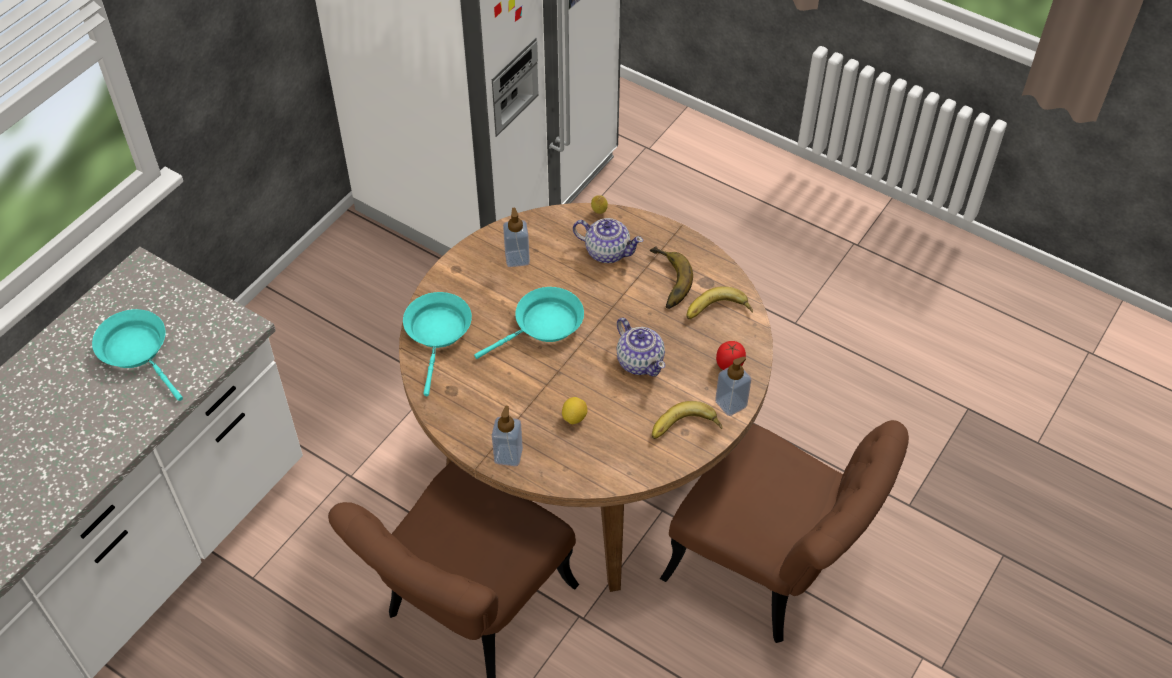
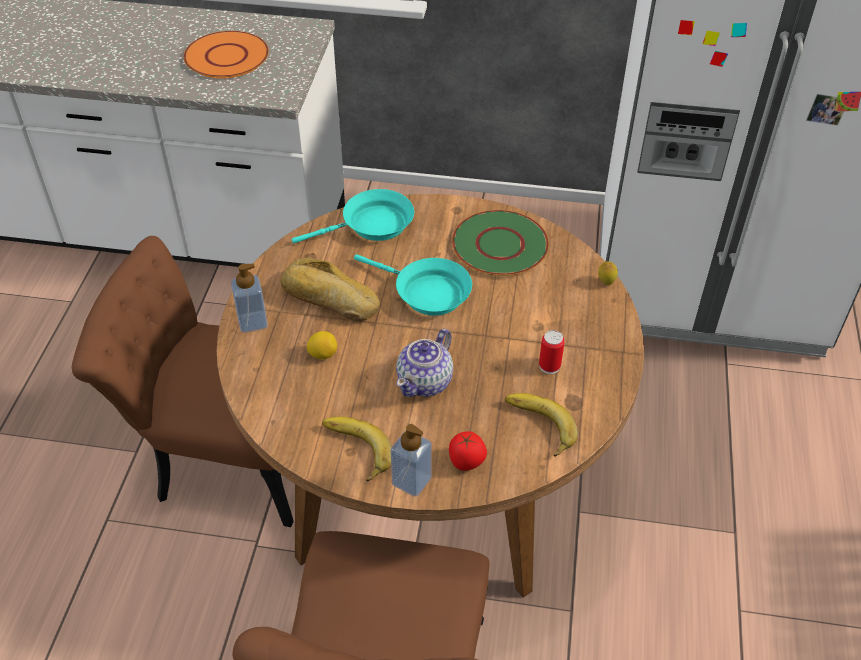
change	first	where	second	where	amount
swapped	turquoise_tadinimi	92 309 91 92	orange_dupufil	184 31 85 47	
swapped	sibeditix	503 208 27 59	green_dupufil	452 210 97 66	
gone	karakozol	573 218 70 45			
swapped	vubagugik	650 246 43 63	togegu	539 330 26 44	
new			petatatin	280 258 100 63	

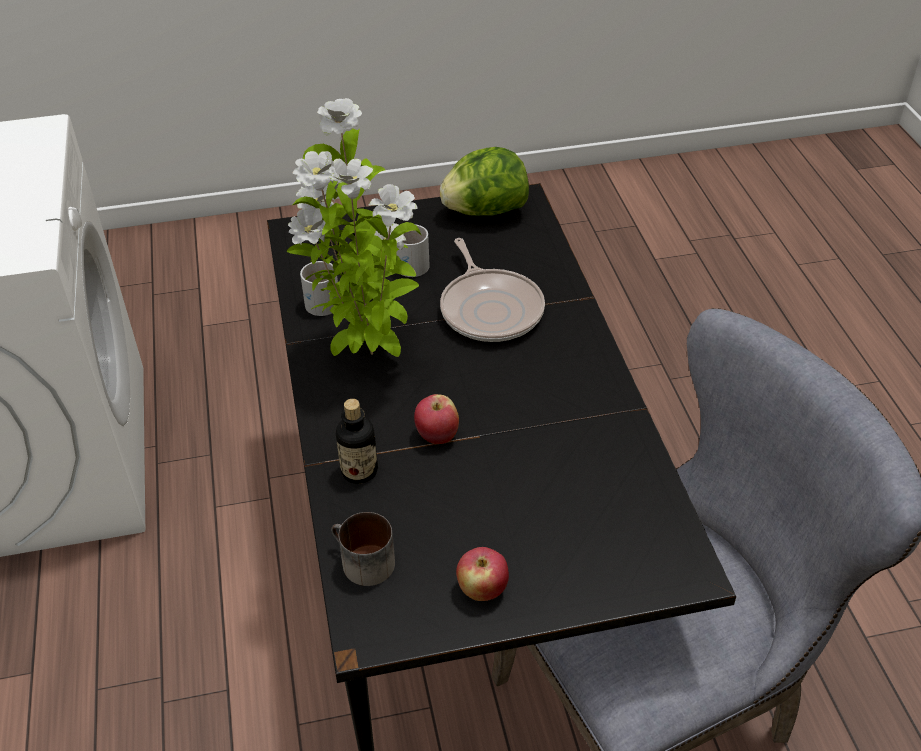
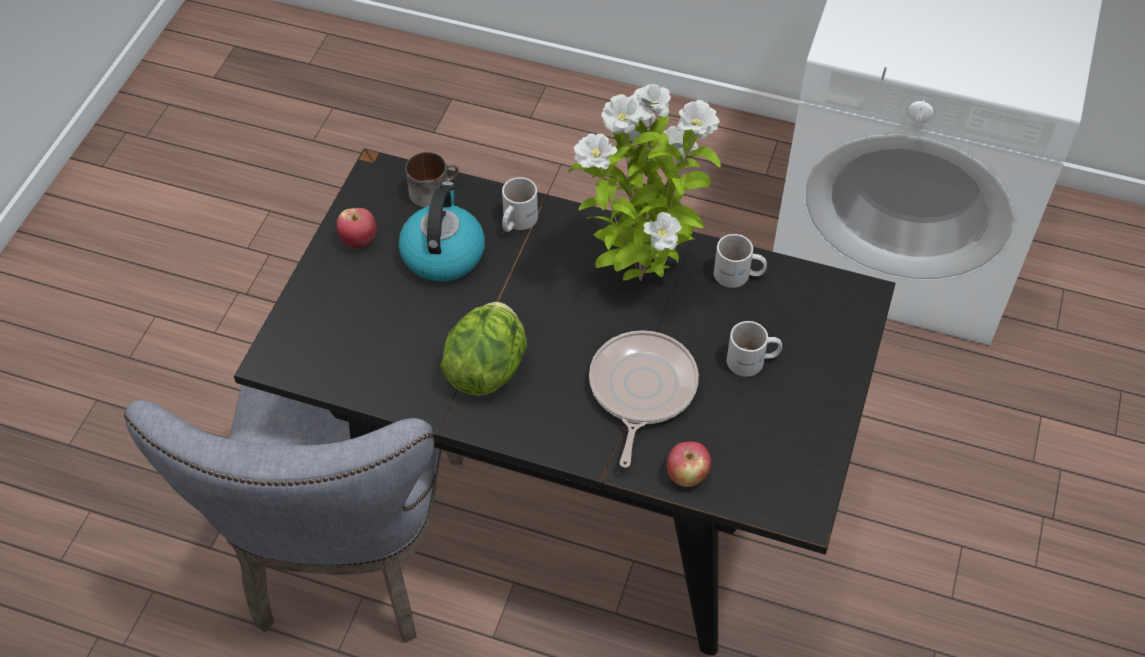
change	first	where	second	where	amount
swapped	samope	336 399 42 85	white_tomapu	502 177 36 55	
shifted	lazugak	414 394 45 50		667 442 44 45	
shifted	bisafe	440 147 89 69		440 302 87 94	
rotated	tadinimi	440 238 105 104		589 330 110 138	90 degrees clockwise
new			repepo	399 181 86 101	

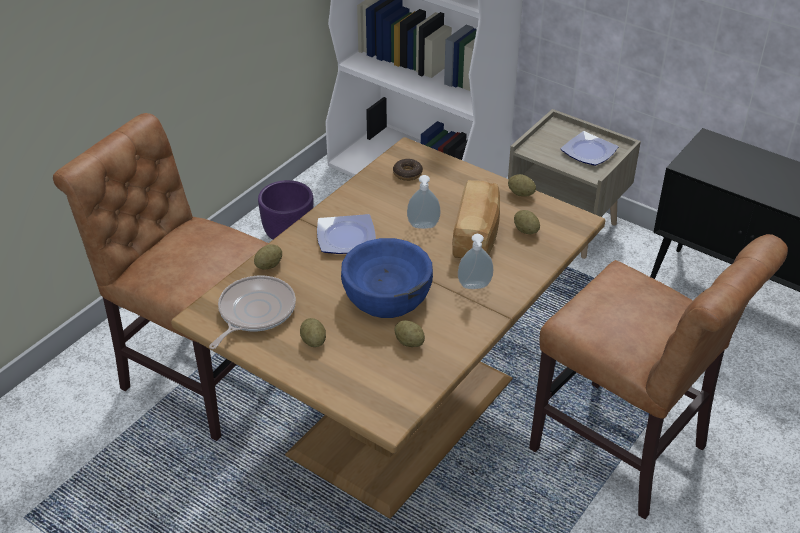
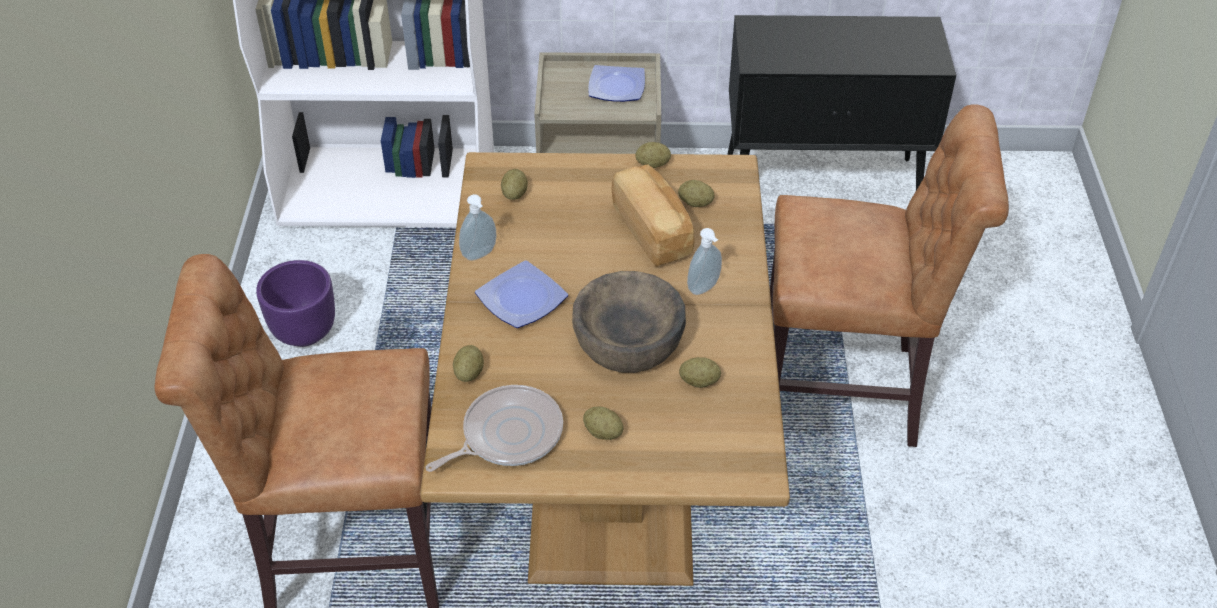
change	first	where	second	where	amount
rotated	tadinimi	209 276 87 73		425 385 138 87	60 degrees clockwise
repainted	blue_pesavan	341 238 92 80	brown_pesavan	572 271 114 102	
swapped	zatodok	393 159 30 22	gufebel	501 169 27 31	
shifted	sibeditix	407 175 34 54		459 194 37 67	

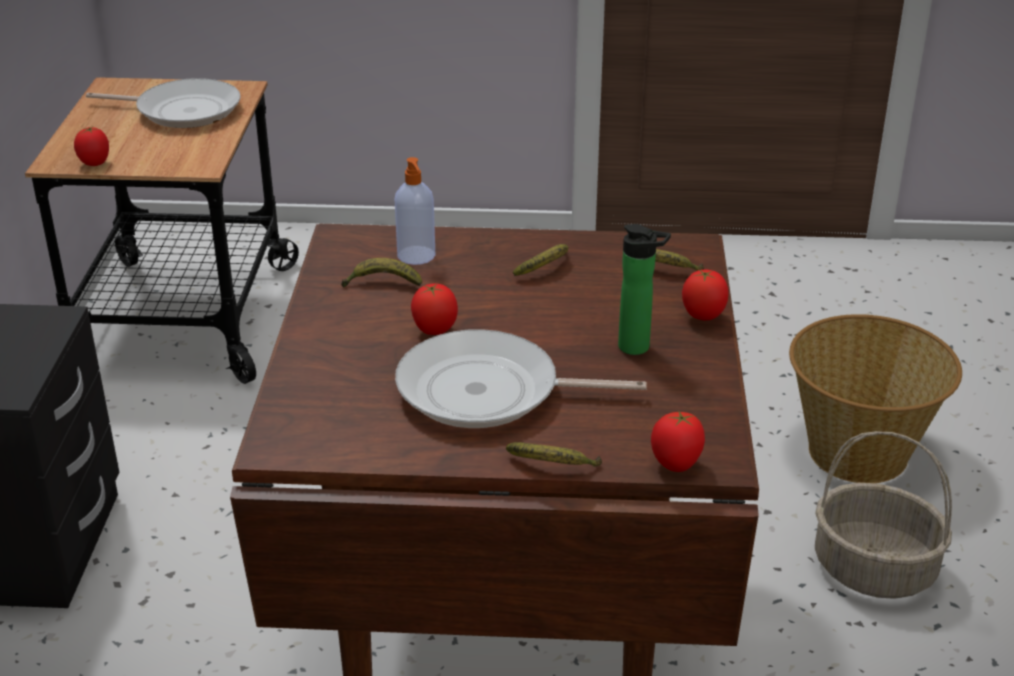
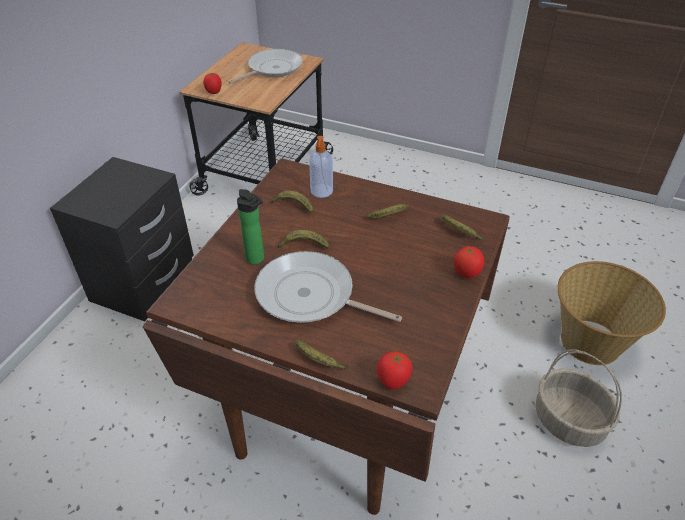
change	first	where	second	where	amount
rotated	tadinimi	86 78 155 50		229 49 74 35	75 degrees counterclockwise
swapped	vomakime	411 283 47 52	vubagugik	278 230 51 19	
shifted	samope	618 224 53 131		237 189 27 75	

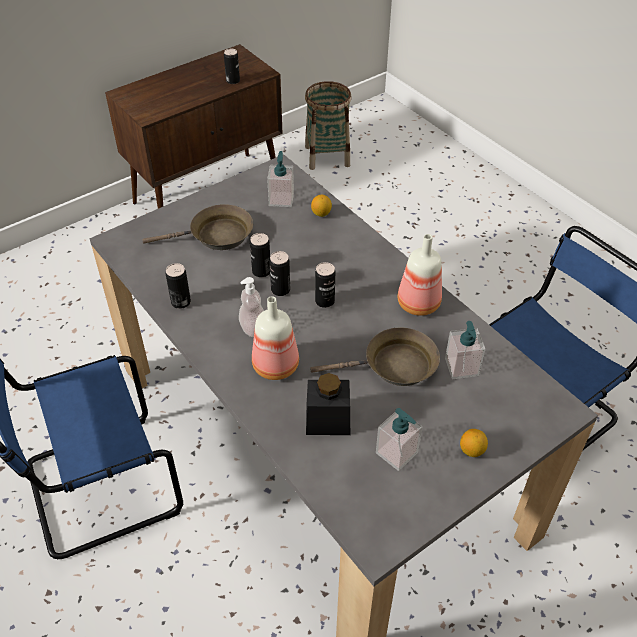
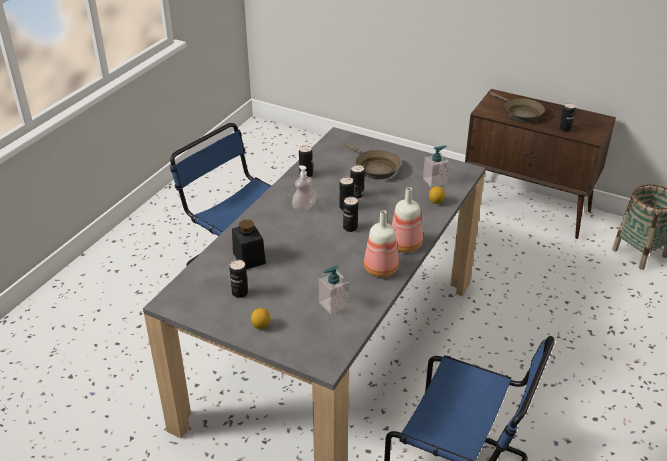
change	first	where	second	where	amount
shifted	samope	252 296 47 84		392 187 31 65	
shifted	brown_tadinimi	310 328 130 58		490 92 55 30	
swapped	sibeditix	376 408 46 63	togegu	229 260 19 38	

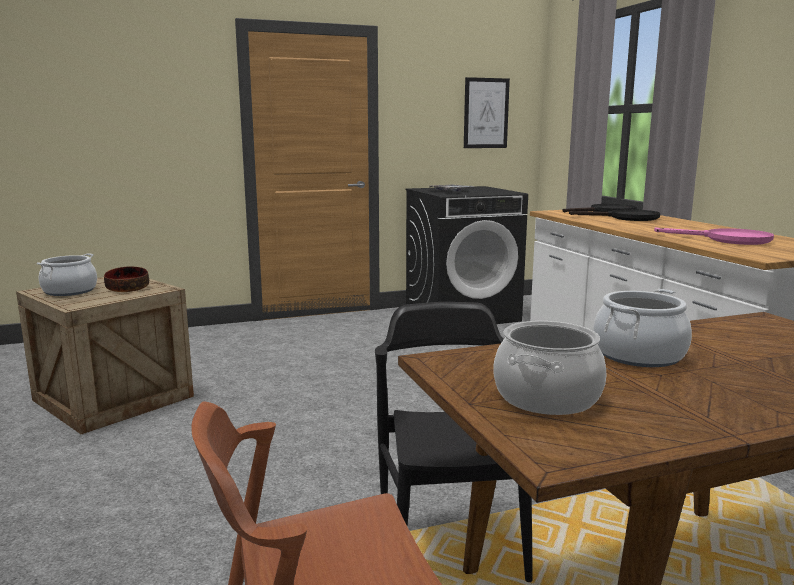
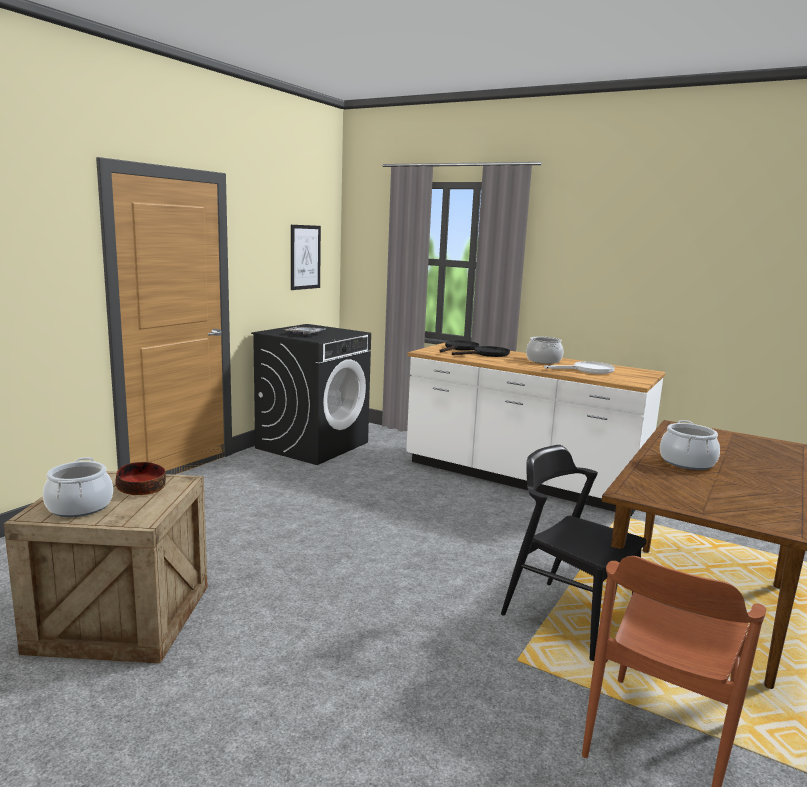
change	first	where	second	where	amount
shifted	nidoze	493 321 113 94		526 337 37 27	
repainted	pink_tadinimi	654 228 120 17	white_tadinimi	544 361 71 13	

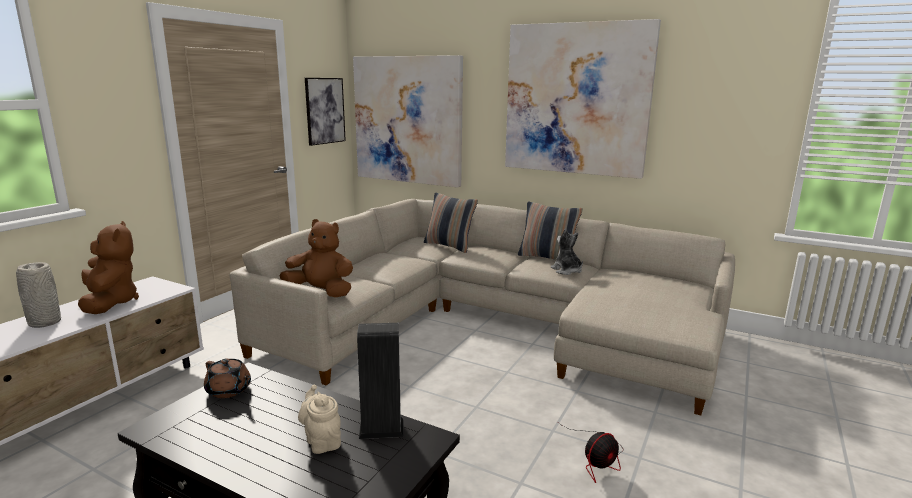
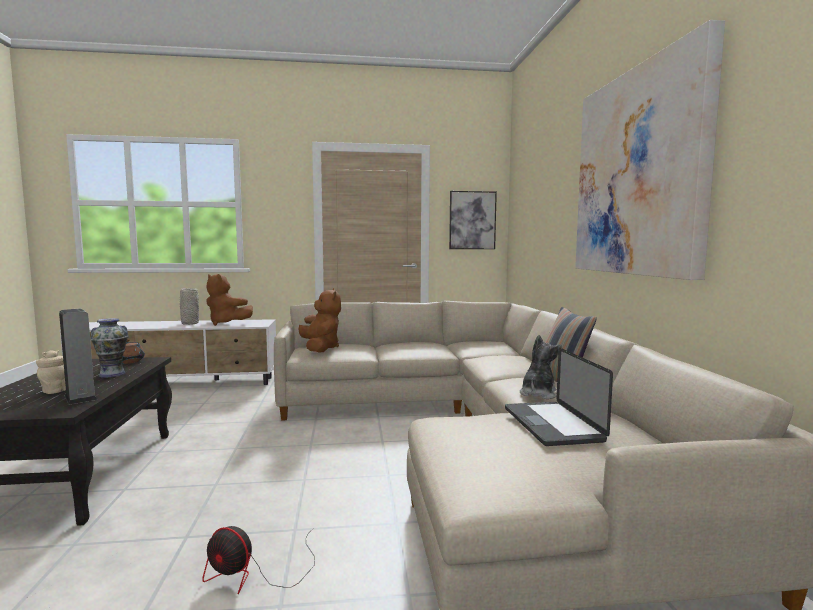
change	first	where	second	where	amount
rotated	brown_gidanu	78 221 61 93		206 274 47 52	90 degrees clockwise
gone	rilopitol	353 55 110 133			
gone	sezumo	424 193 54 60			
new			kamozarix	91 318 38 60	
new			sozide	505 348 108 98	

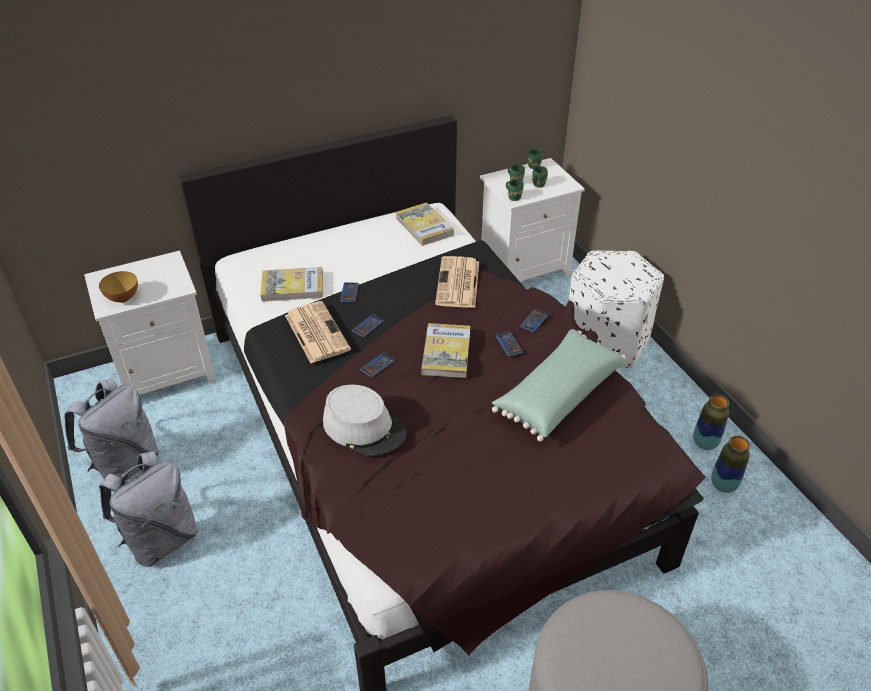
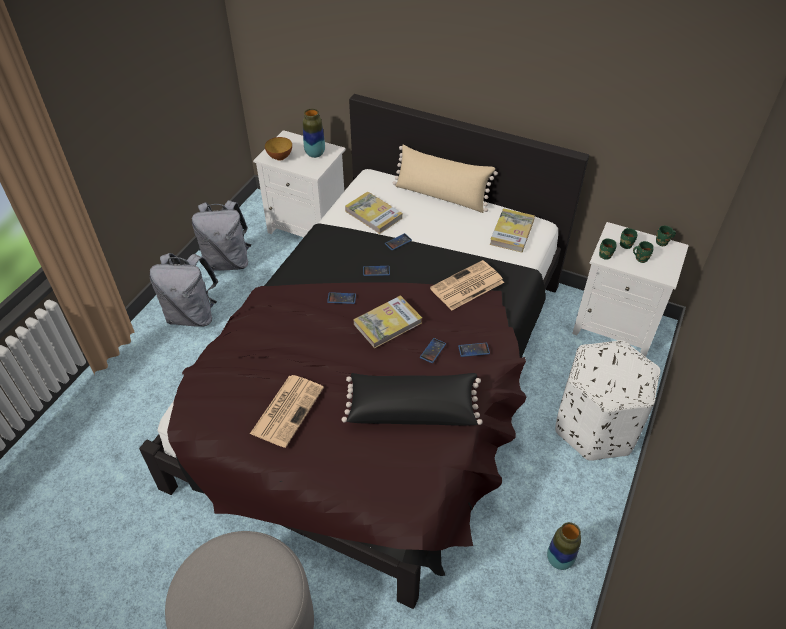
change	first	where	second	where	amount
shifted	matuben	285 301 66 62		250 375 74 73	
gone	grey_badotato	323 385 84 71			
repainted	green_sezumo	492 329 134 113	black_sezumo	342 373 141 53	
shifted	kamozarix	711 436 39 57		303 109 22 49	
new			beige_sezumo	393 144 105 69	

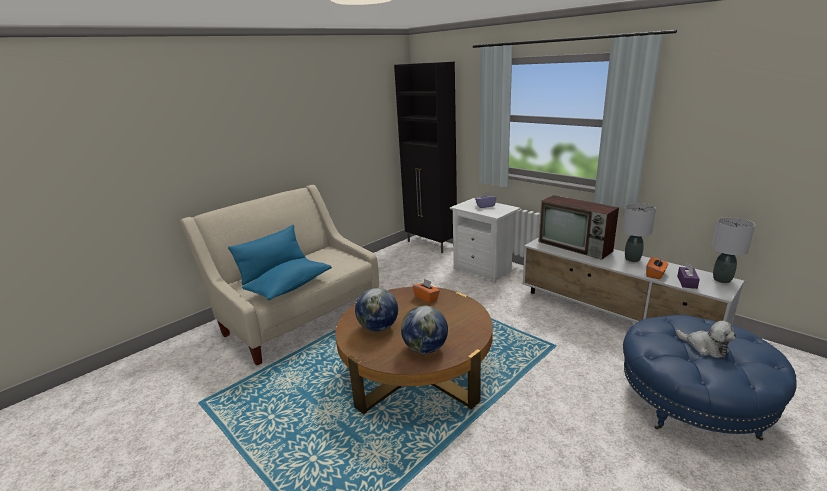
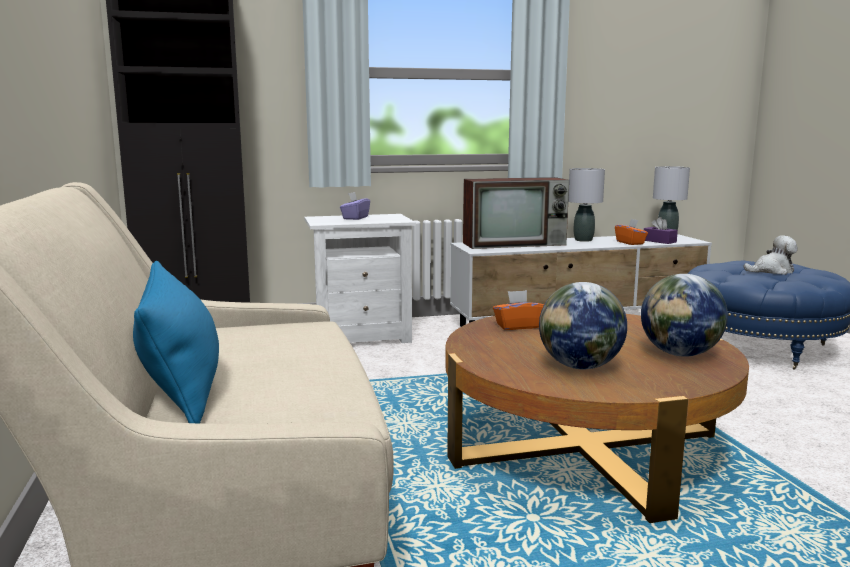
change	first	where	second	where	amount
gone	blue_sezumo	242 258 90 42			

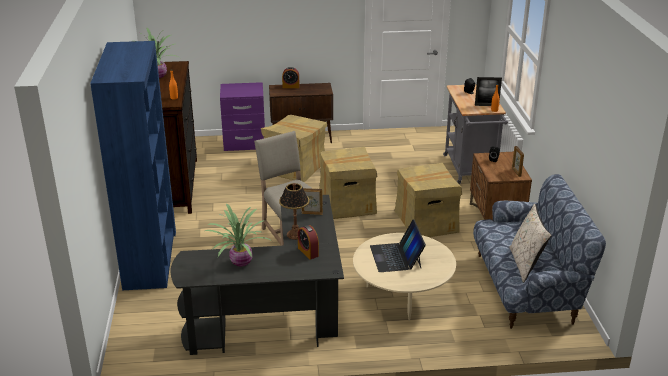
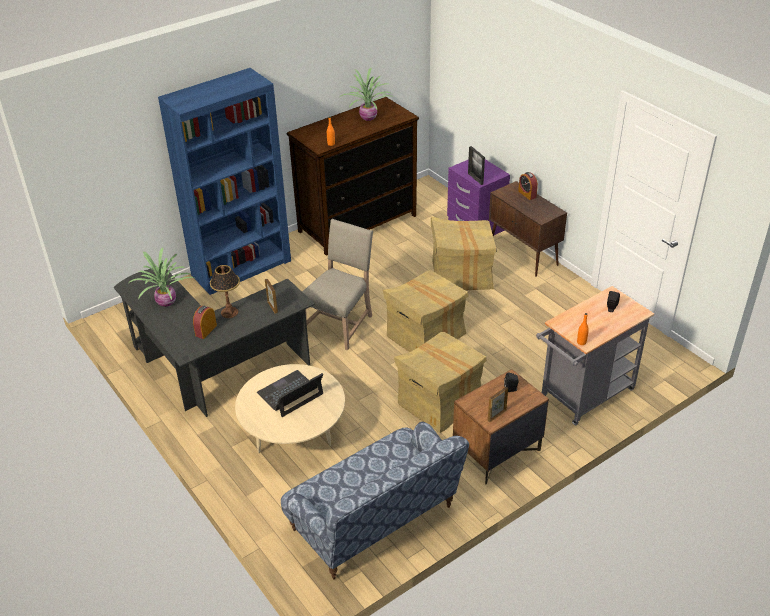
change	first	where	second	where	amount
shifted	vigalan	475 77 27 29		468 146 17 39	
gone	beige_sezumo	509 204 43 79			

